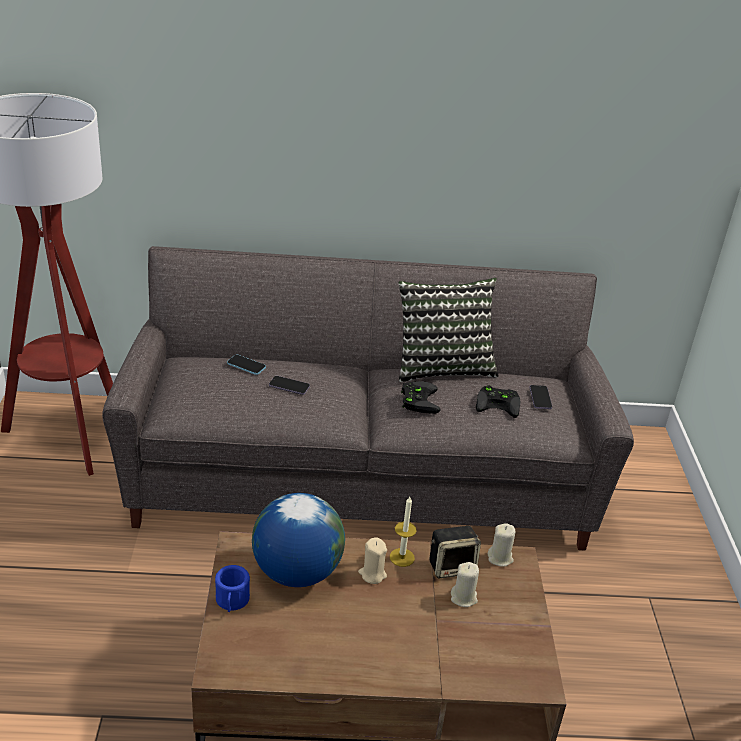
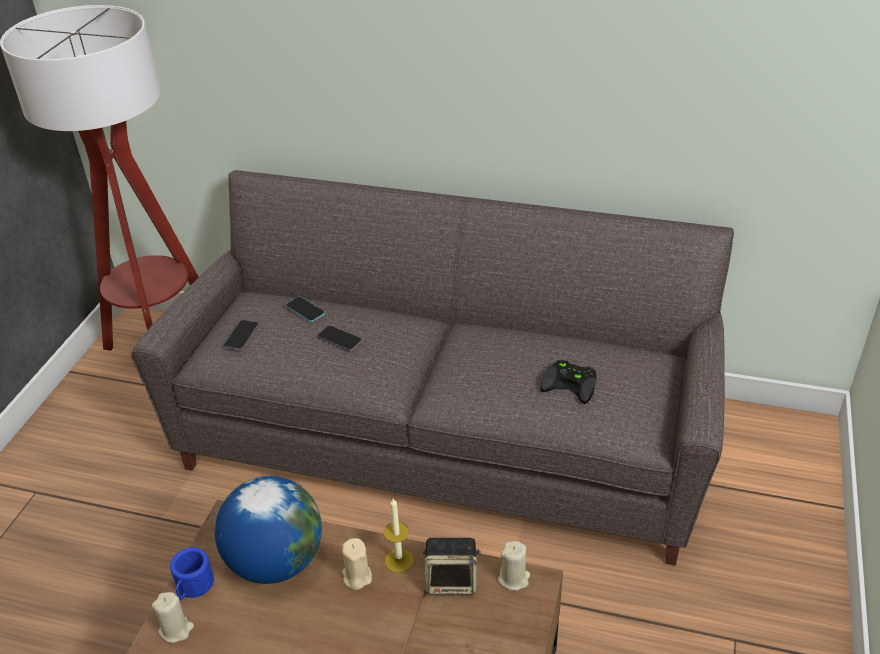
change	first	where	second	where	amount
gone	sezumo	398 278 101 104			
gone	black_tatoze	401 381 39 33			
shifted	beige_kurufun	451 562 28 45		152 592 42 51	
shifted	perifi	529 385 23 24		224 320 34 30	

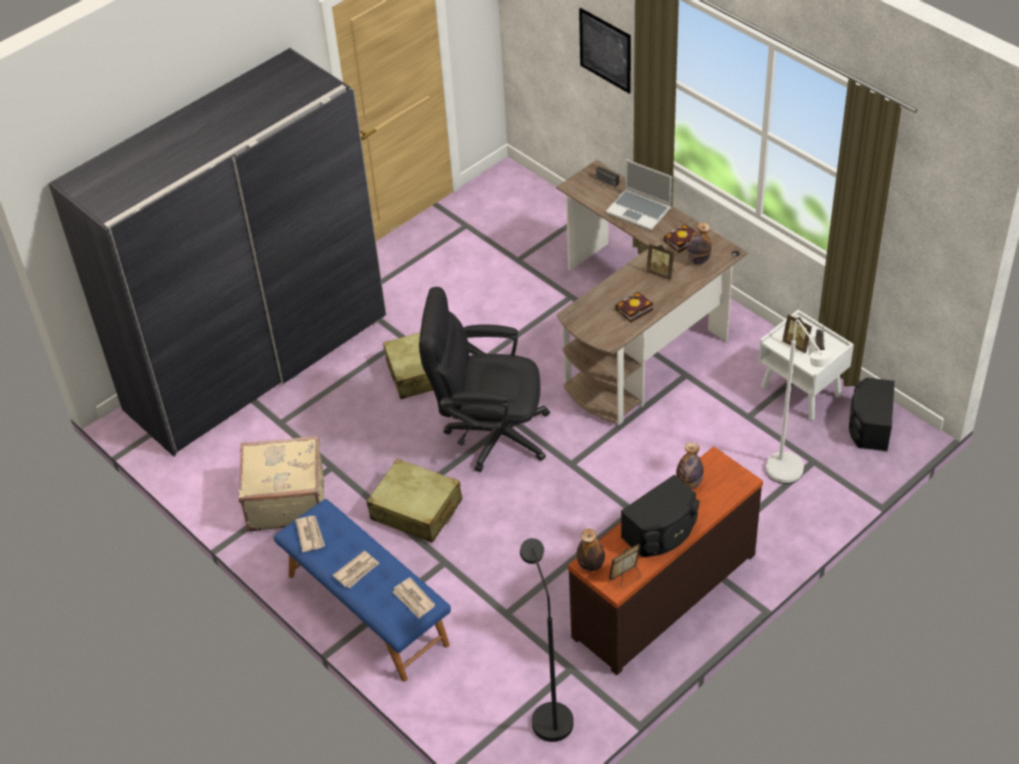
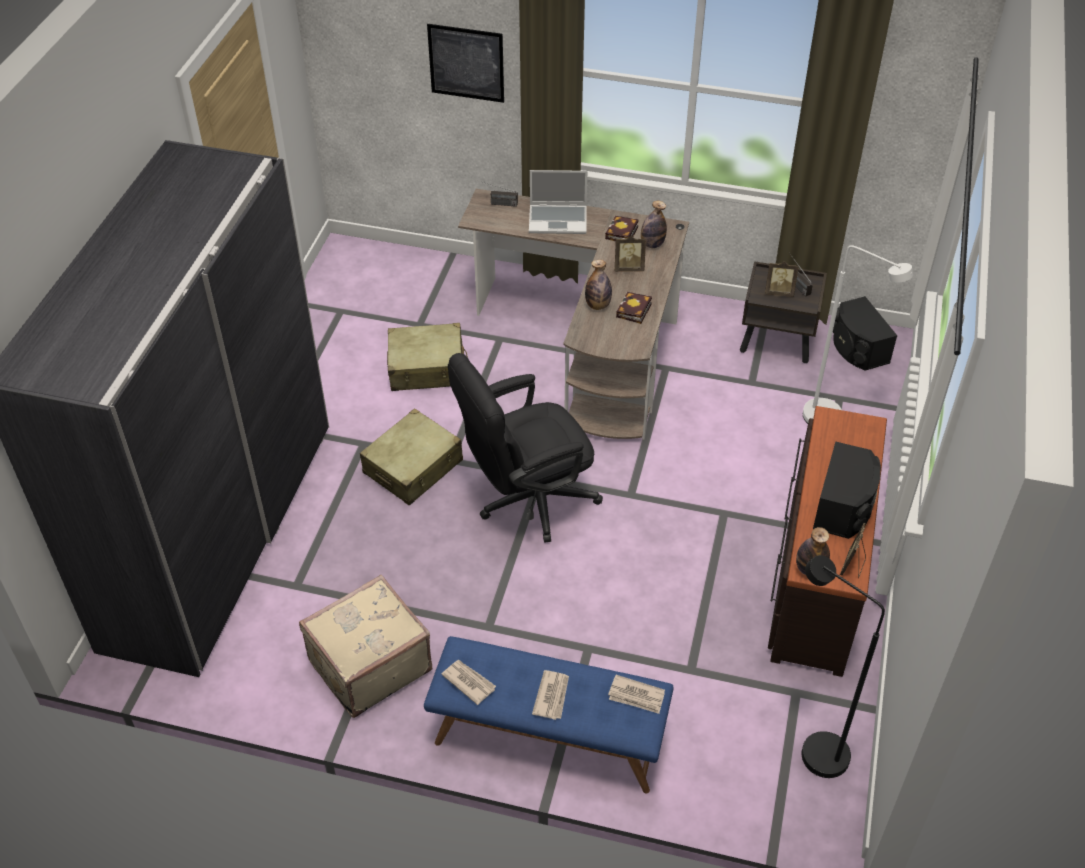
change	first	where	second	where	amount
shifted	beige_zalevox	366 459 96 84		387 323 81 68	
shifted	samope	676 442 28 47		585 260 27 50	
repainted	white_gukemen	758 310 96 110	brown_gukemen	740 261 87 102	

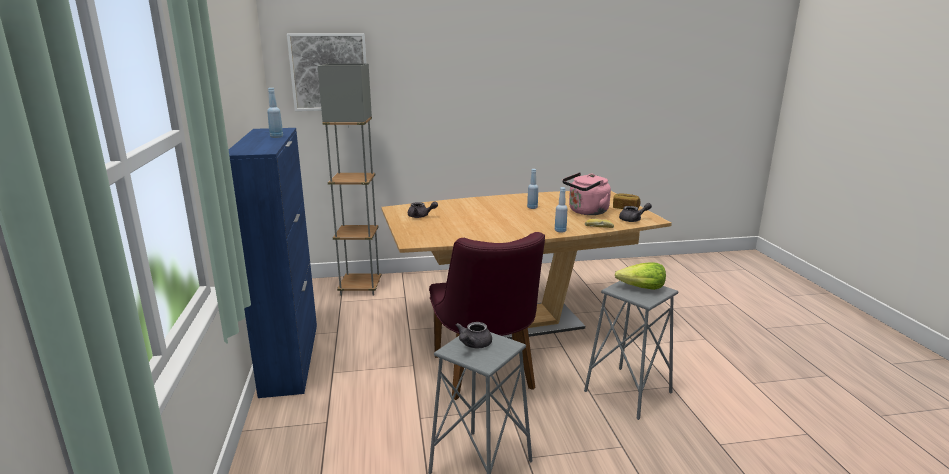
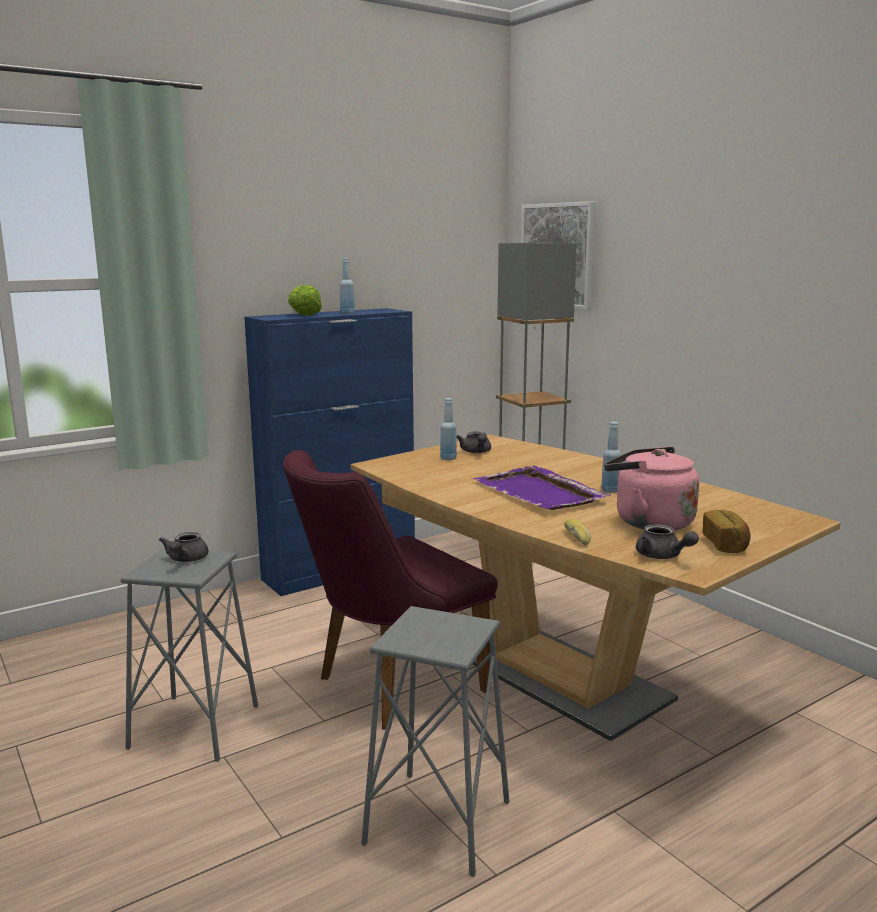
change	first	where	second	where	amount
rotated	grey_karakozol	456 322 36 26		159 532 49 30	90 degrees counterclockwise
shifted	blue_samope	555 187 12 46		440 398 17 62	
shifted	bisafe	615 262 51 28		288 285 34 31	
new			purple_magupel	473 465 138 45	

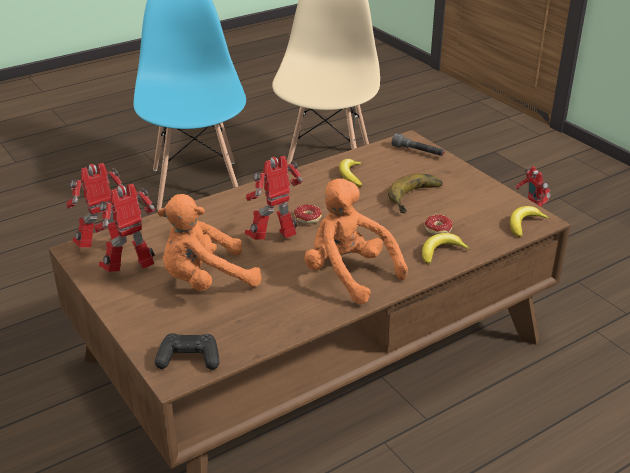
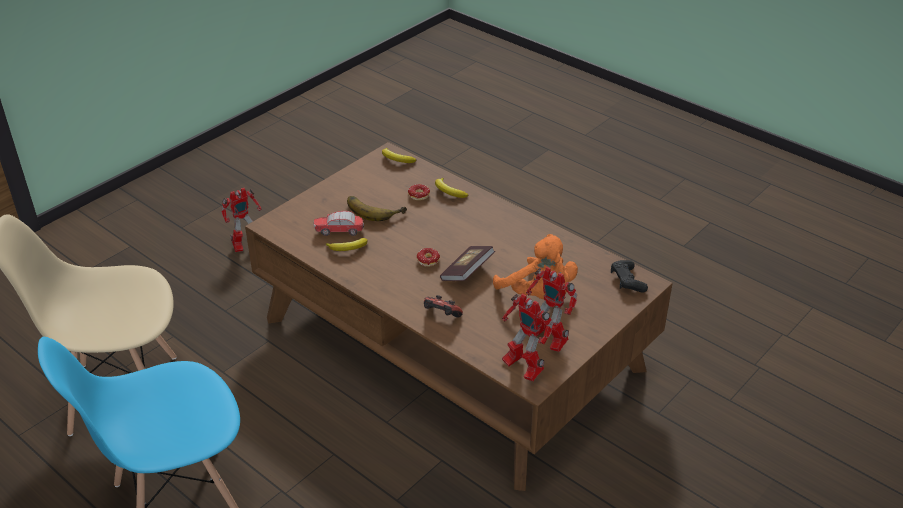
change	first	where	second	where	amount
swapped	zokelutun	245 156 58 84	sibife	440 246 55 35	
gone	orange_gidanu	304 178 104 126			
gone	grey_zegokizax	392 133 53 23			
new			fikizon	313 211 51 25	
new			tatoze	424 295 39 22	

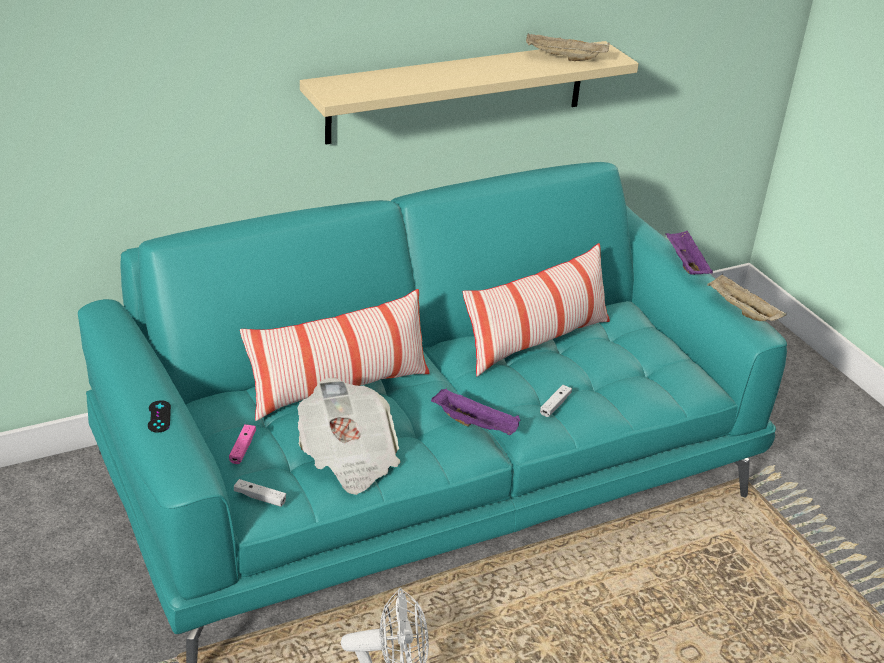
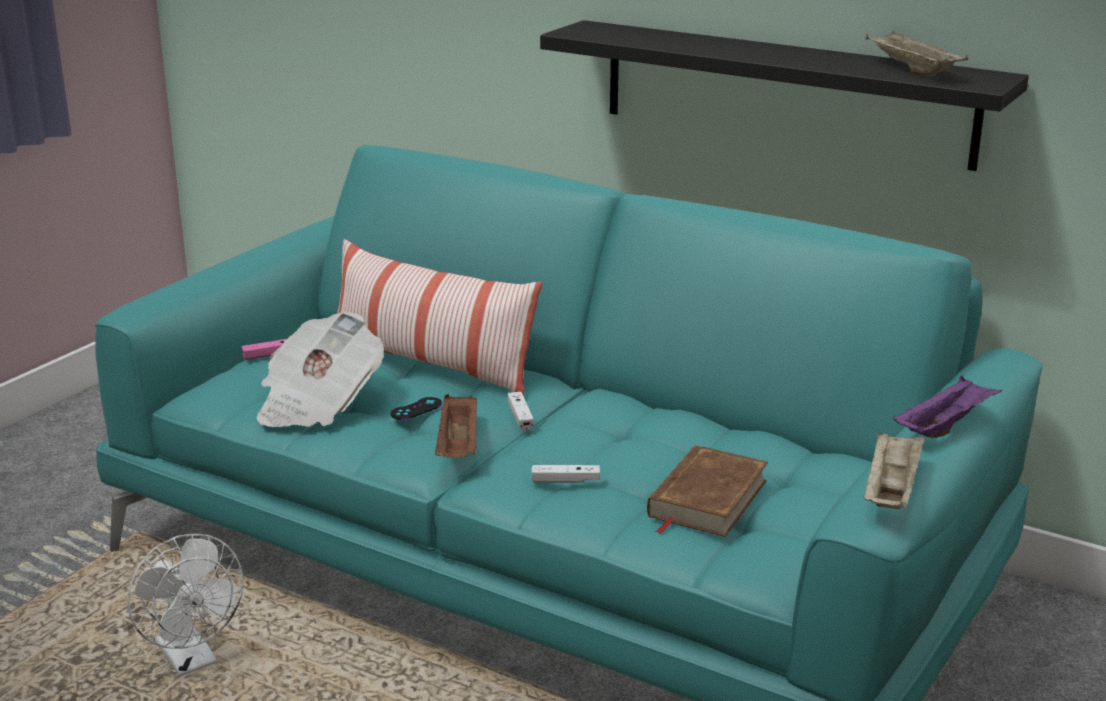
change	first	where	second	where	amount
shifted	black_tatoze	148 400 23 33		391 397 51 23	
shifted	white_tatoze	234 479 52 28		507 392 27 39	
repainted	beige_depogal	300 41 339 103	black_depogal	540 20 489 151	
repainted	purple_magupel	431 388 89 47	brown_magupel	435 394 42 64	
gone	sezumo	463 243 147 134			
new			brown_sibife	647 445 121 92	

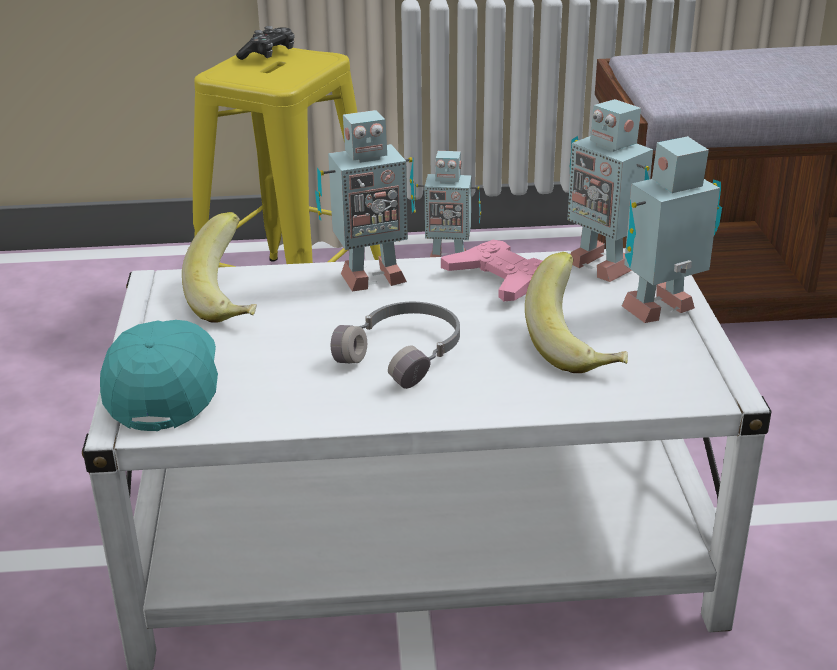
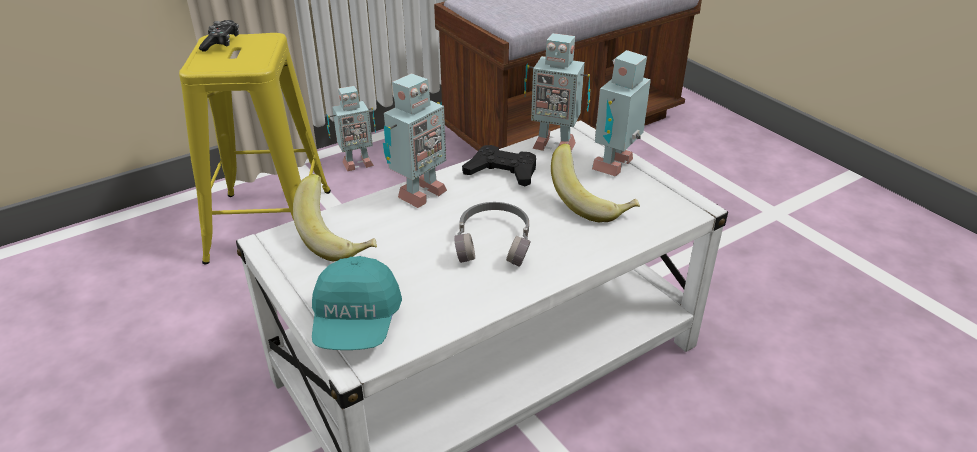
change	first	where	second	where	amount
rotated	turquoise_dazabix	100 320 118 111		312 256 90 94	150 degrees counterclockwise
repainted	pink_tatoze	441 240 101 61	black_tatoze	462 145 74 41	

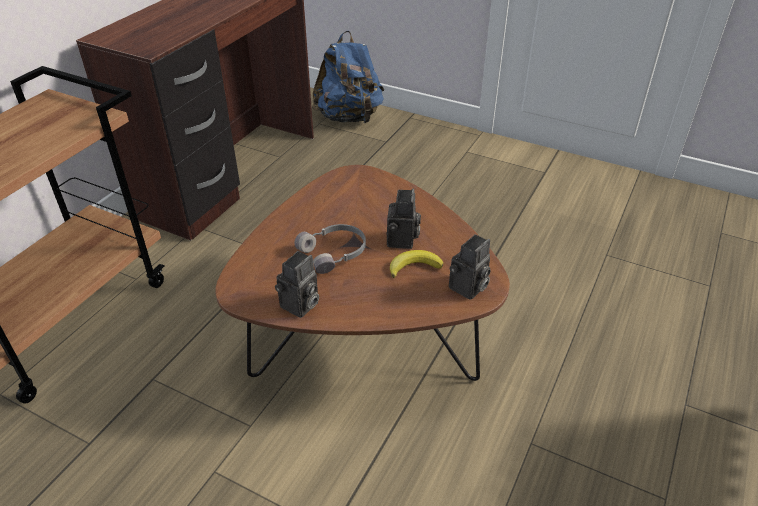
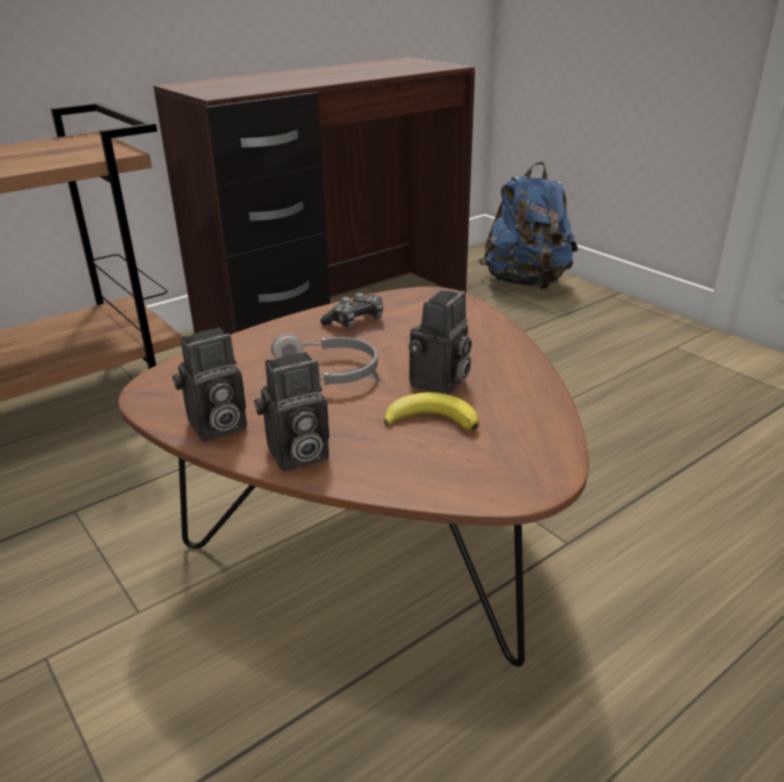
change	first	where	second	where	amount
shifted	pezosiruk	449 234 42 66		254 352 75 119	
new			tatoze	320 293 63 36	

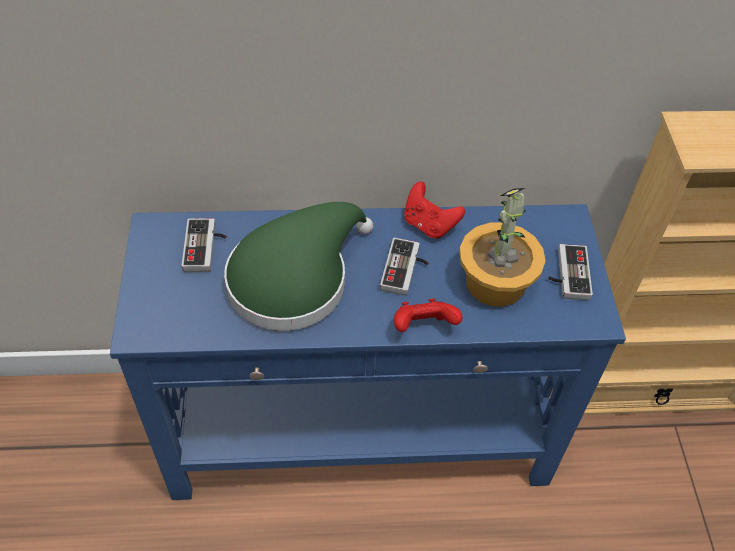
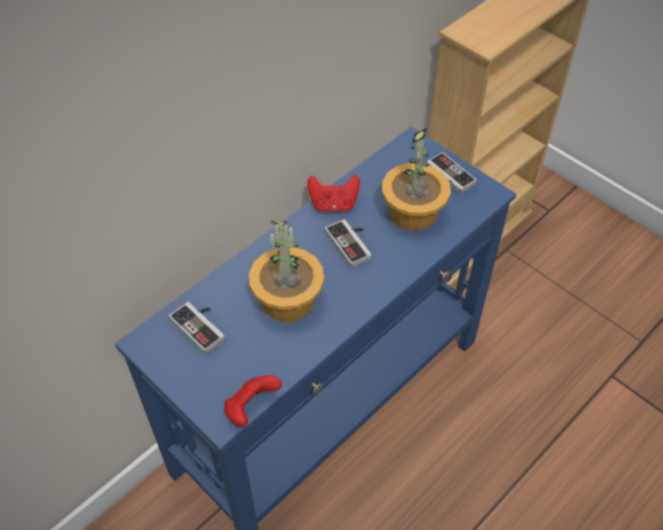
change	first	where	second	where	amount
swapped	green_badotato	224 202 149 129	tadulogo	249 221 75 101	
shifted	red_tatoze	394 298 68 34		224 375 58 51	

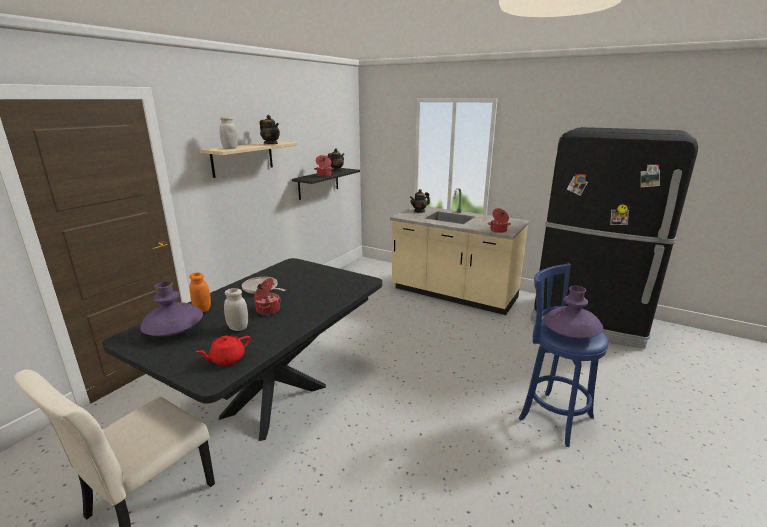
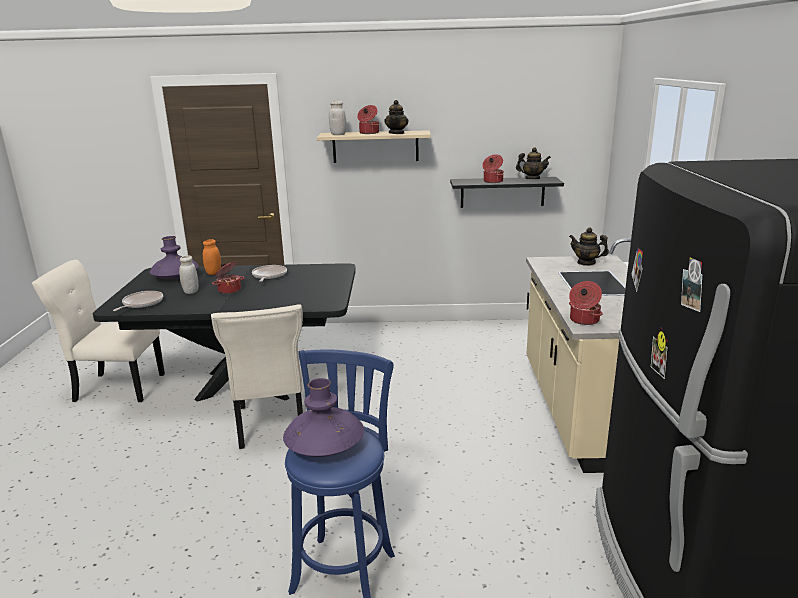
change	first	where	second	where	amount
swapped	red_karakozol	196 335 55 31	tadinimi	113 291 50 20	
new			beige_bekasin	211 304 92 145	
new			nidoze	357 105 22 29	

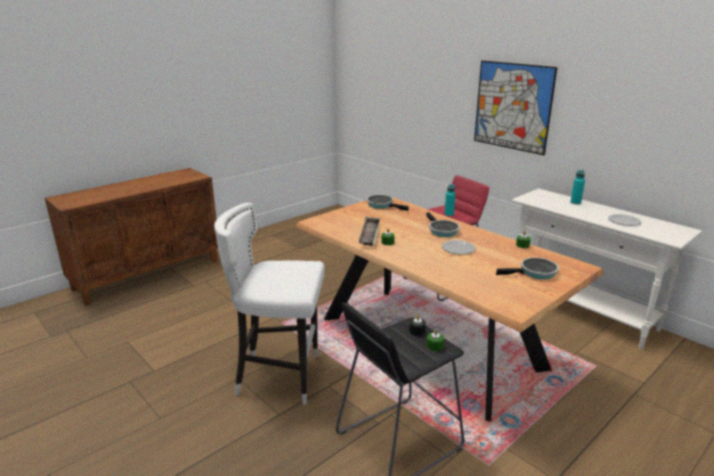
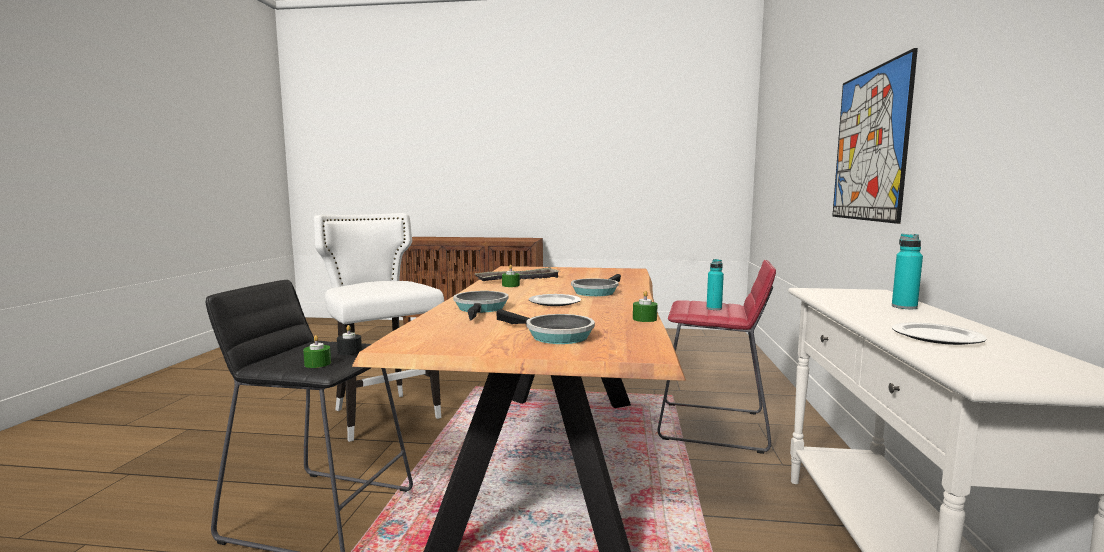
change	first	where	second	where	amount
shifted	tadinimi	366 195 43 16		453 291 55 30	

